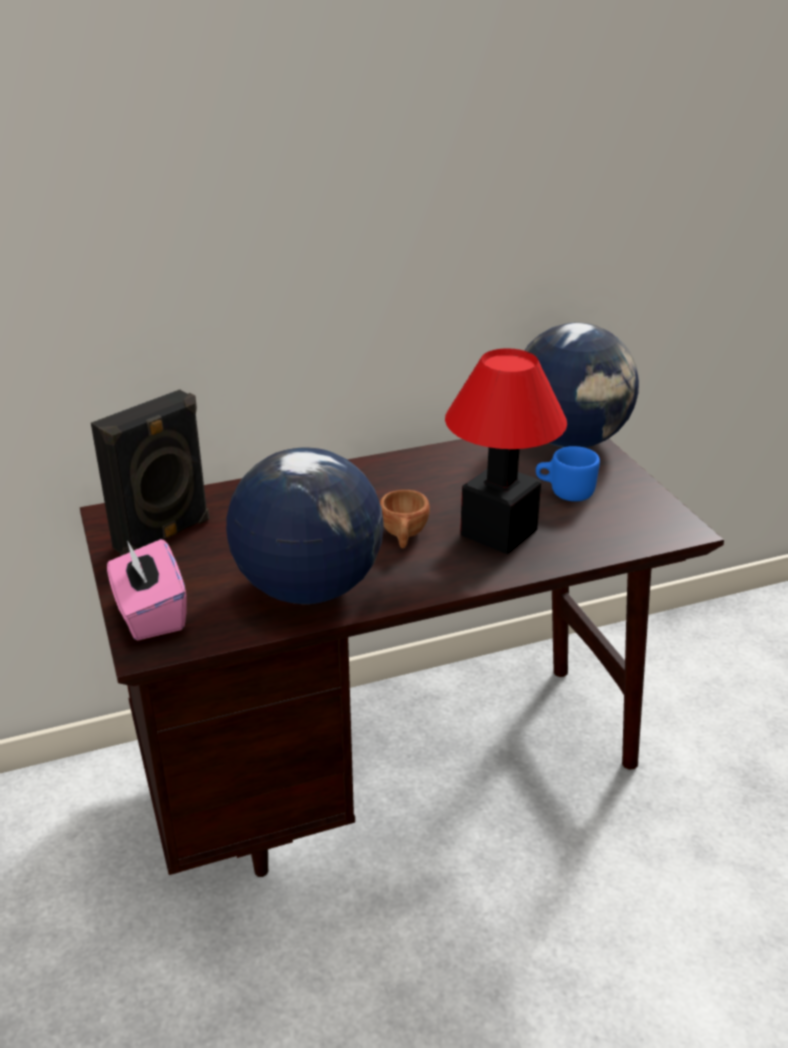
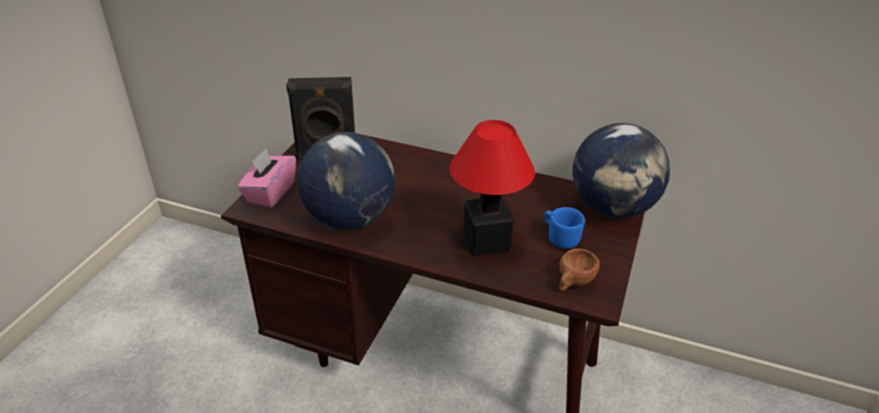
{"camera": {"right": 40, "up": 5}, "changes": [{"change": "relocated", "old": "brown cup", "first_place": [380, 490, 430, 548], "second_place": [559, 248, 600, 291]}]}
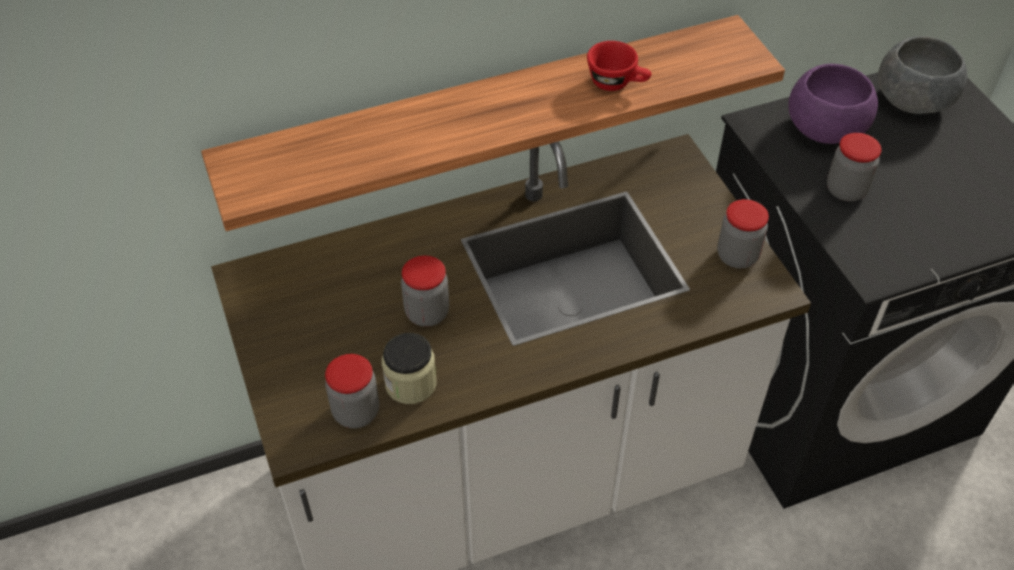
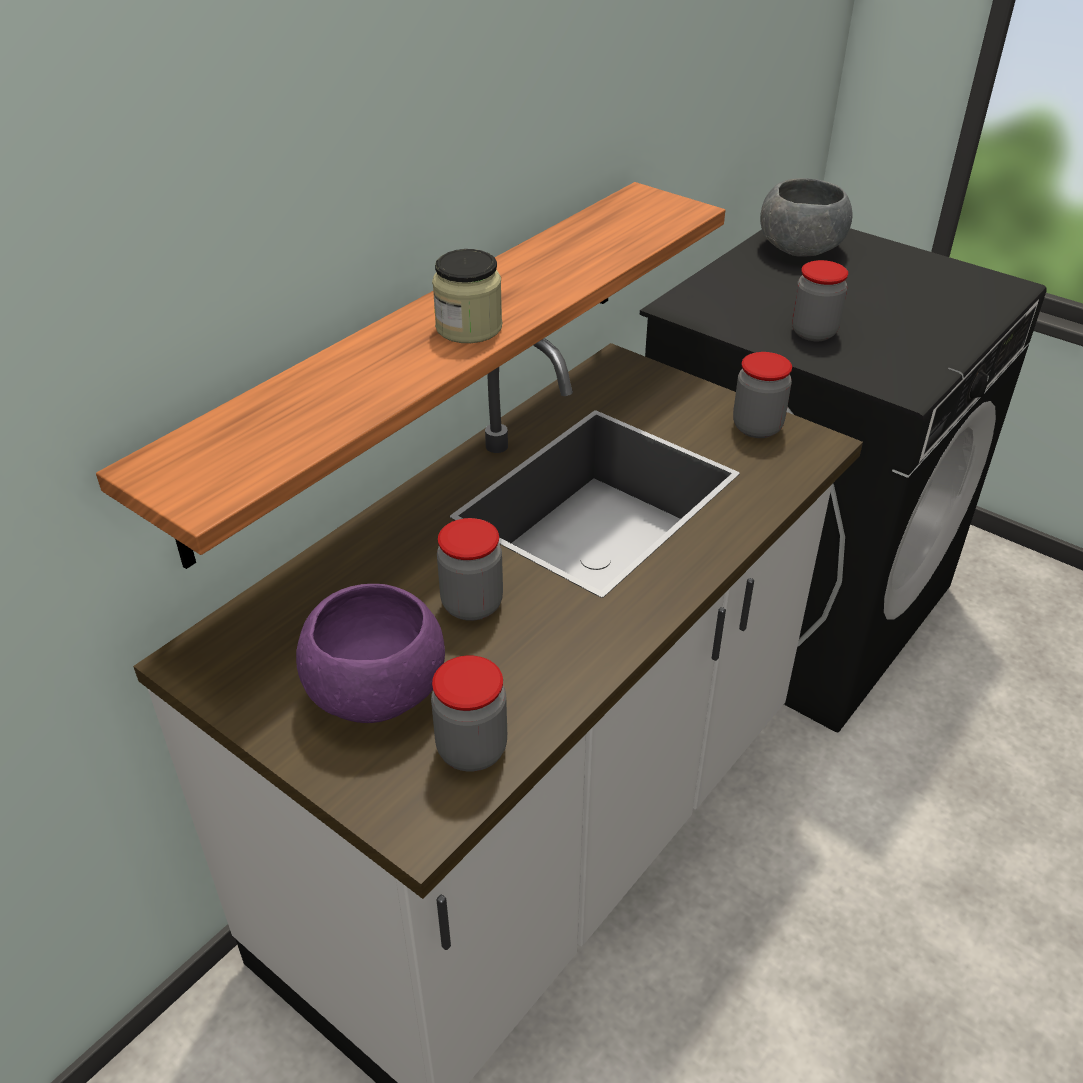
{"camera": {"right": -30, "up": -10}, "changes": [{"change": "missing", "old": "red cup", "first_place": [587, 41, 652, 91]}, {"change": "relocated", "old": "purple bowl", "first_place": [788, 64, 878, 144], "second_place": [296, 584, 445, 723]}, {"change": "relocated", "old": "jar", "first_place": [382, 333, 437, 404], "second_place": [432, 249, 502, 343]}]}
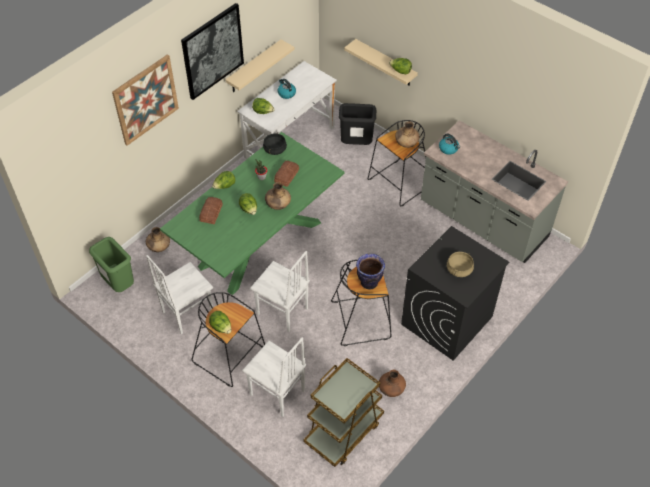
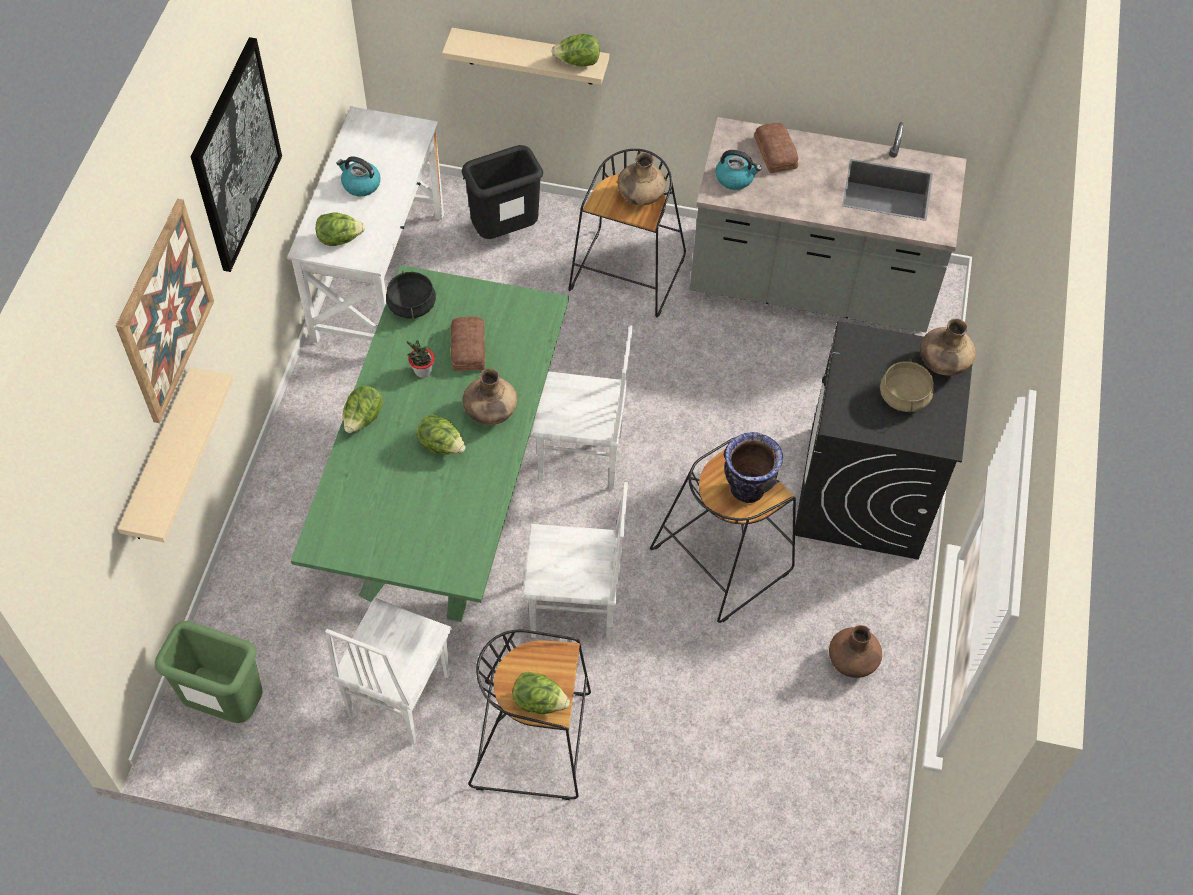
{"camera": {"right": -30, "up": 5}, "changes": [{"change": "relocated", "old": "beige shelf", "first_place": [225, 40, 294, 92], "second_place": [118, 367, 233, 542]}, {"change": "relocated", "old": "bread", "first_place": [199, 197, 223, 224], "second_place": [754, 123, 799, 173]}, {"change": "relocated", "old": "brown vase", "first_place": [146, 227, 170, 252], "second_place": [920, 319, 976, 376]}, {"change": "relocated", "old": "white chair", "first_place": [242, 338, 307, 417], "second_place": [531, 325, 633, 490]}, {"change": "missing", "old": "brown cart", "first_place": [303, 358, 384, 467]}]}
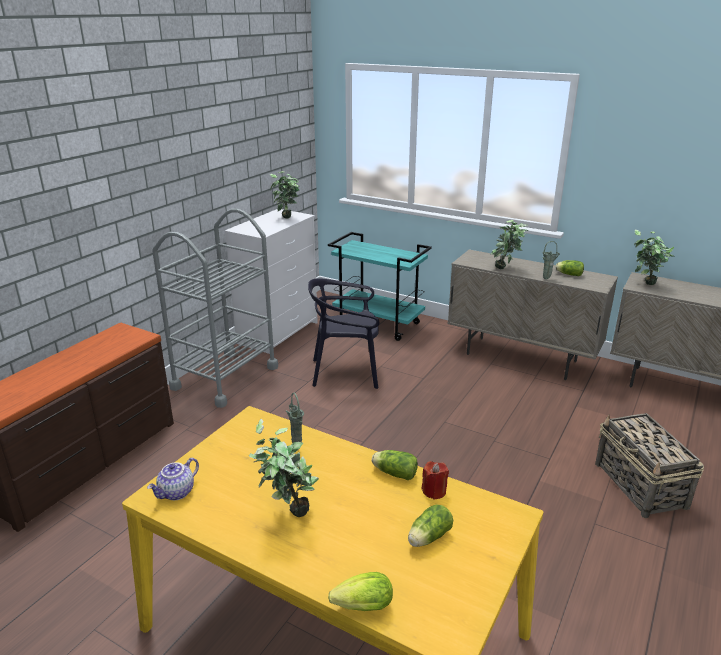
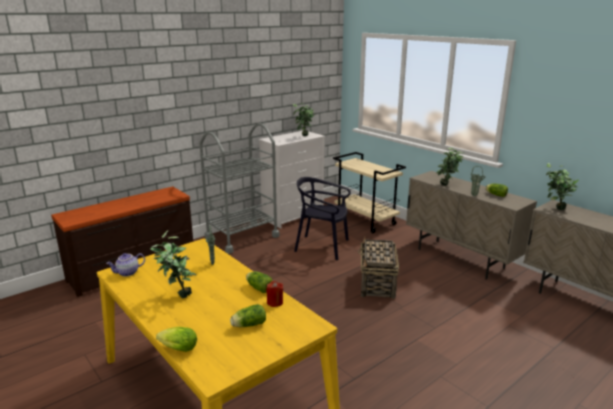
{"camera": {"right": 20, "up": -5}, "changes": [{"change": "colour", "old": "turquoise cart", "new": "beige cart", "first_place": [328, 232, 432, 341], "second_place": [333, 152, 406, 233]}, {"change": "relocated", "old": "basket", "first_place": [595, 413, 704, 518], "second_place": [358, 237, 399, 299]}]}
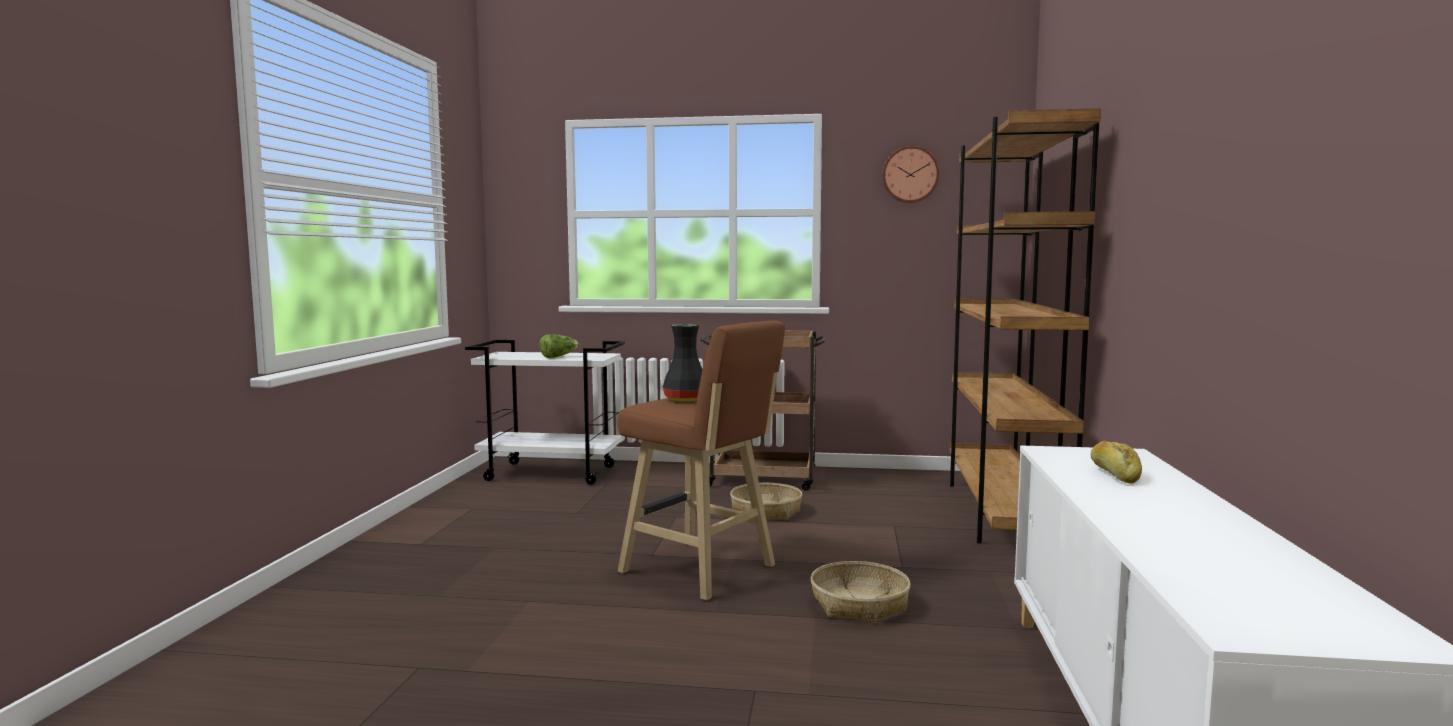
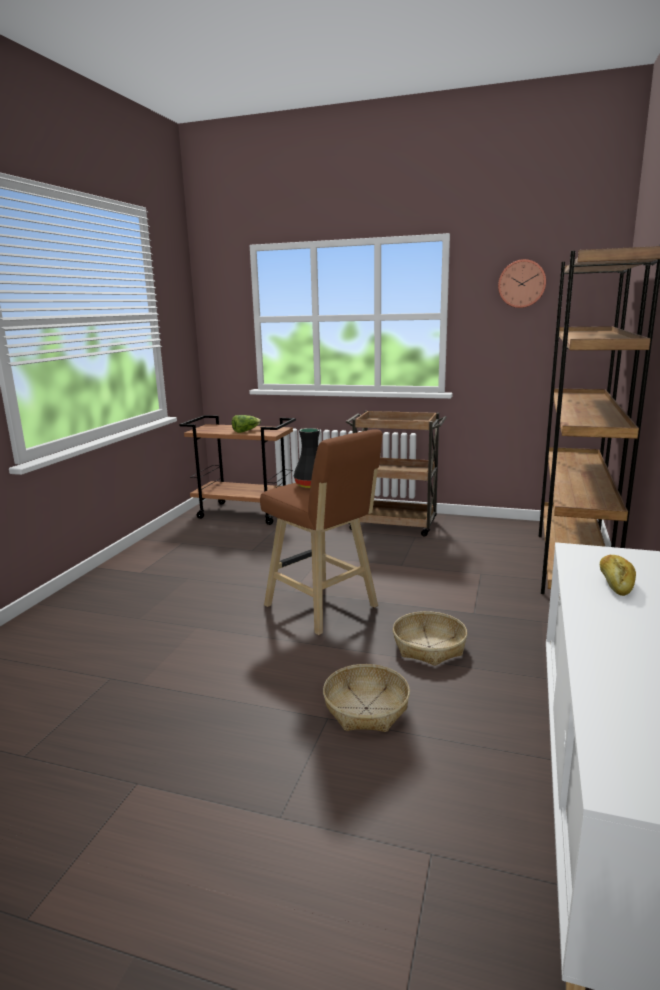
{"camera": {"right": 10, "up": 10}, "changes": [{"change": "colour", "old": "white cart", "new": "brown cart", "first_place": [465, 340, 625, 485], "second_place": [179, 415, 296, 525]}, {"change": "relocated", "old": "basket", "first_place": [730, 483, 803, 520], "second_place": [323, 664, 410, 732]}]}
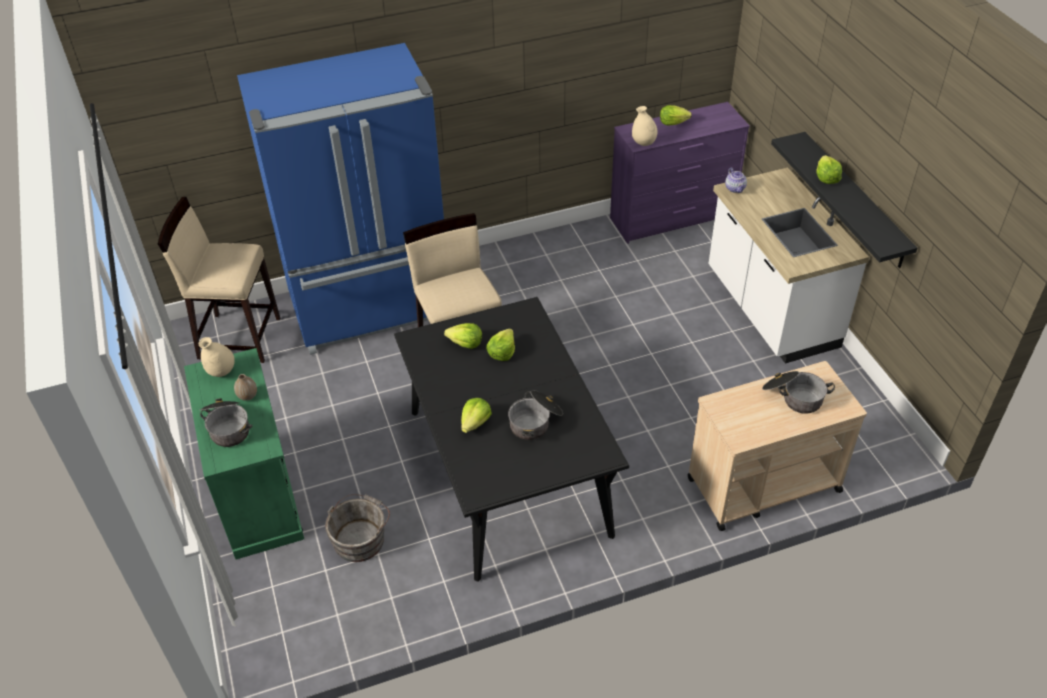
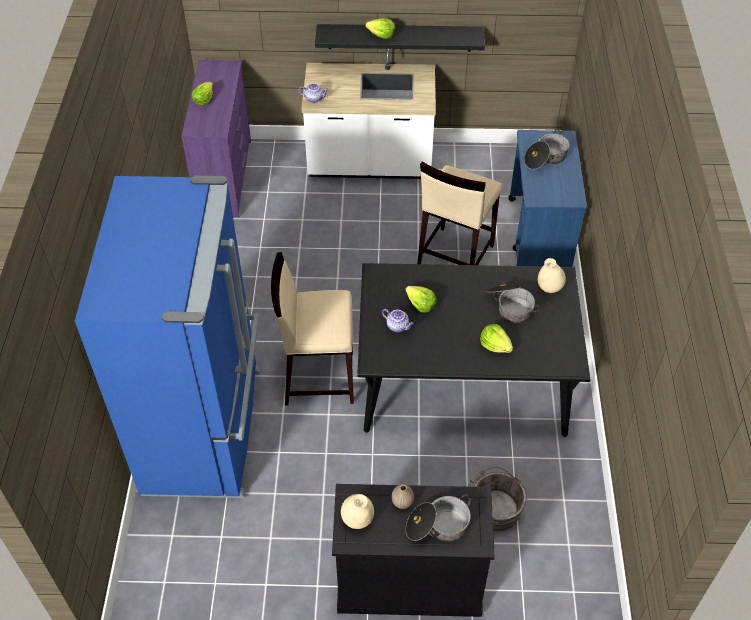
{"camera": {"right": -70, "up": 5}, "changes": [{"change": "relocated", "old": "beige vase", "first_place": [632, 106, 658, 146], "second_place": [538, 258, 566, 293]}, {"change": "relocated", "old": "beige stool", "first_place": [158, 197, 280, 363], "second_place": [417, 162, 502, 265]}, {"change": "exchanged", "old": "lettuce", "new": "teapot", "first_place": [444, 323, 482, 349], "second_place": [382, 309, 414, 332]}, {"change": "colour", "old": "green cabinet", "new": "black cabinet", "first_place": [184, 348, 304, 560], "second_place": [332, 484, 495, 617]}, {"change": "colour", "old": "beige cart", "new": "blue cart", "first_place": [688, 361, 867, 531], "second_place": [508, 130, 587, 267]}]}
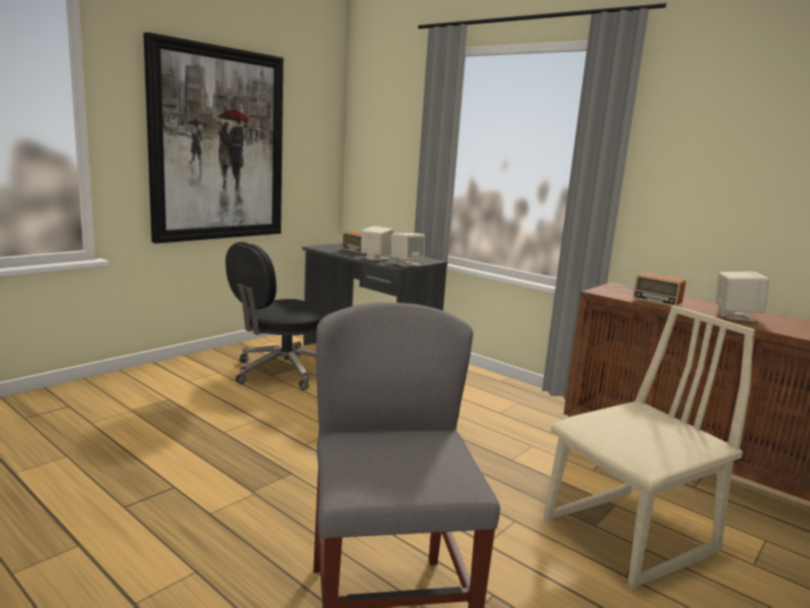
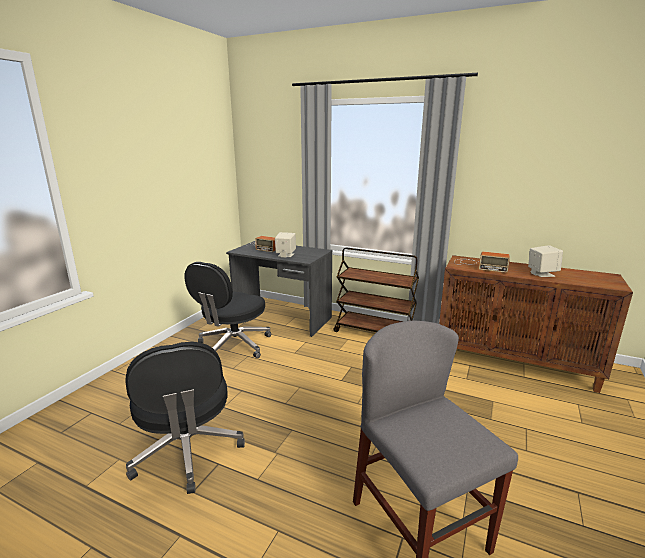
{"camera": {"right": -15, "up": 5}, "changes": [{"change": "missing", "old": "picture", "first_place": [143, 32, 284, 244]}, {"change": "missing", "old": "beige speaker", "first_place": [391, 233, 425, 266]}, {"change": "missing", "old": "beige chair", "first_place": [543, 305, 755, 589]}, {"change": "appeared", "new": "brown cart", "second_place": [333, 248, 419, 332]}, {"change": "appeared", "new": "black office chair", "second_place": [125, 342, 245, 494]}]}
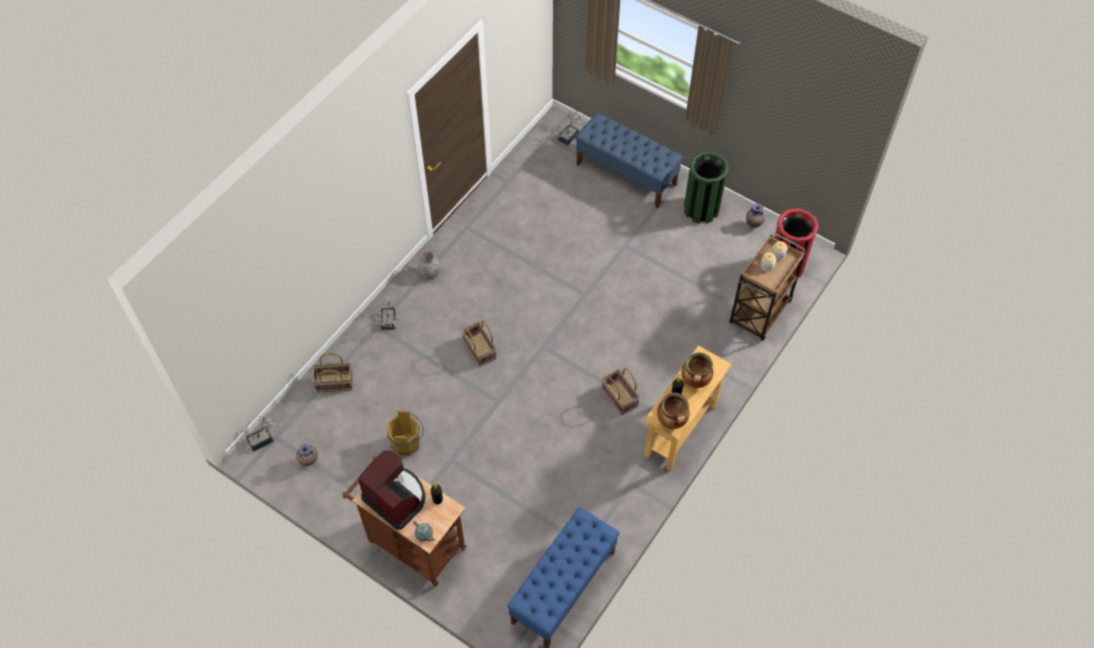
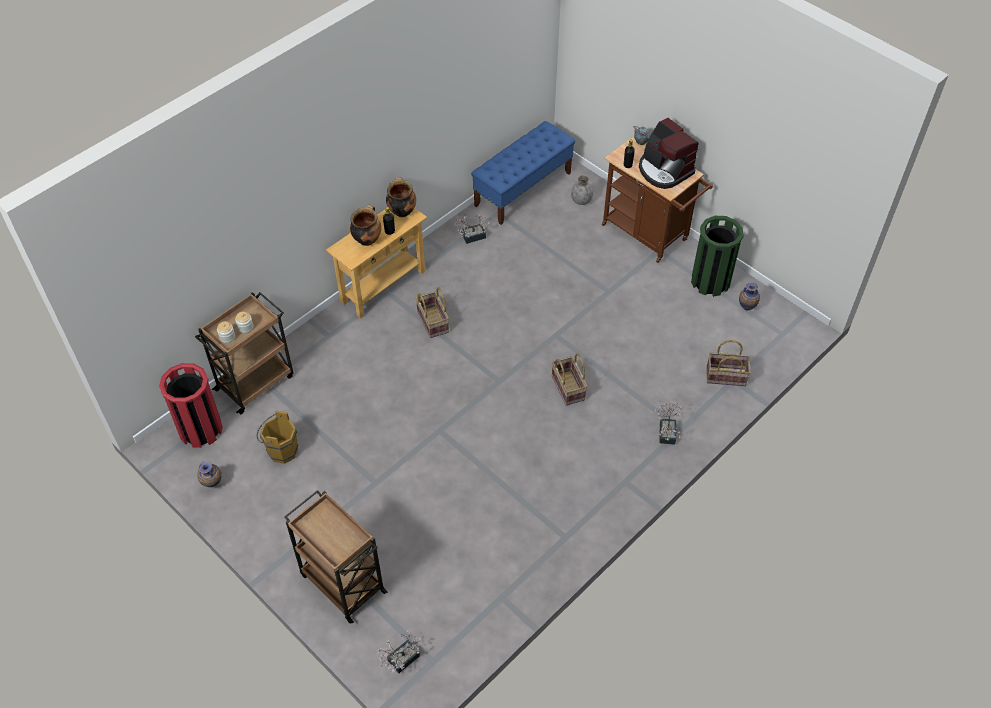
{"camera": {"right": -170, "up": -5}, "changes": [{"change": "exchanged", "old": "blue bench", "new": "brown cart", "first_place": [575, 113, 683, 208], "second_place": [284, 490, 388, 624]}, {"change": "relocated", "old": "green trash can", "first_place": [684, 151, 729, 224], "second_place": [691, 216, 744, 297]}, {"change": "relocated", "old": "grey vase", "first_place": [418, 252, 440, 279], "second_place": [571, 175, 593, 205]}, {"change": "relocated", "old": "brown bucket", "first_place": [387, 410, 424, 456], "second_place": [257, 411, 298, 464]}, {"change": "relocated", "old": "potted plant", "first_place": [240, 412, 278, 452], "second_place": [454, 213, 490, 244]}]}
